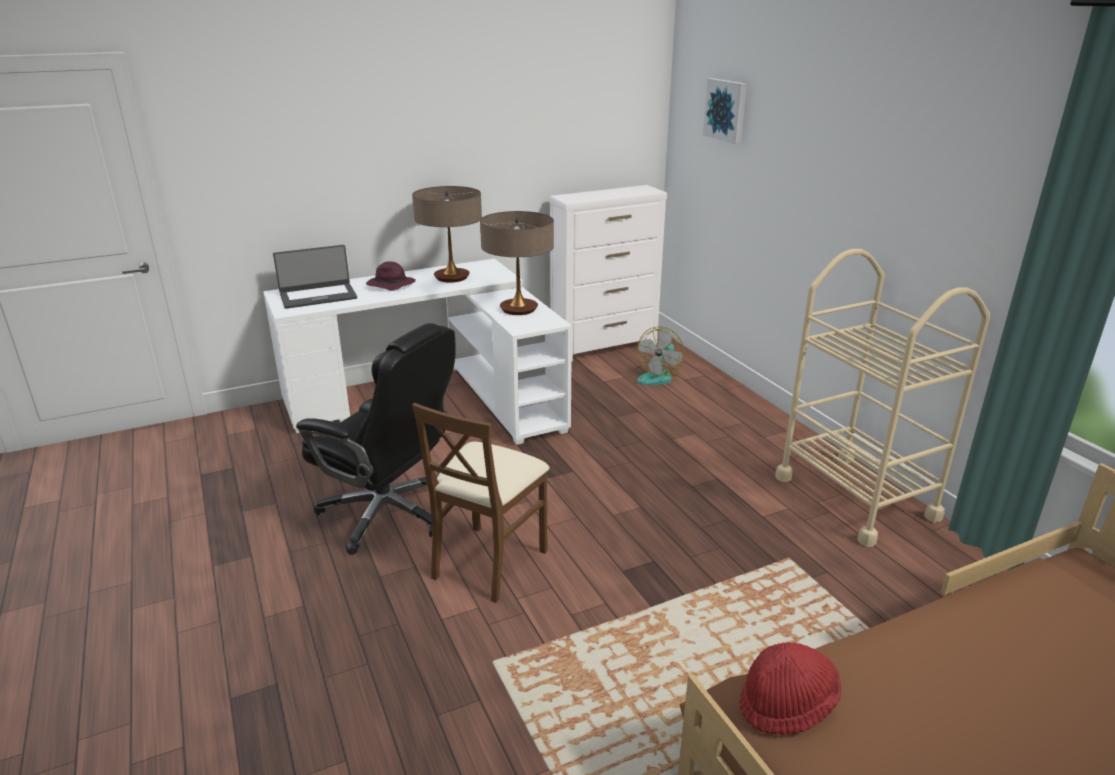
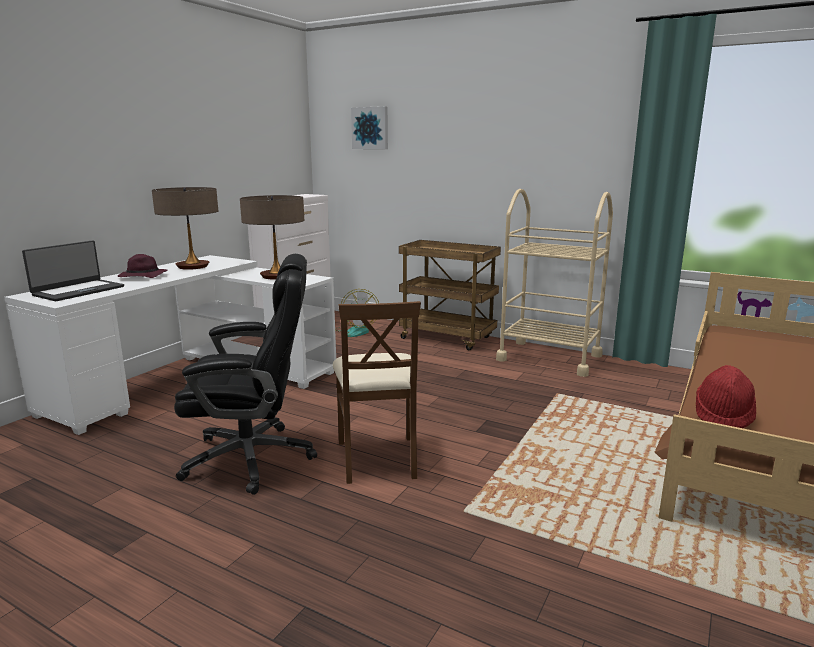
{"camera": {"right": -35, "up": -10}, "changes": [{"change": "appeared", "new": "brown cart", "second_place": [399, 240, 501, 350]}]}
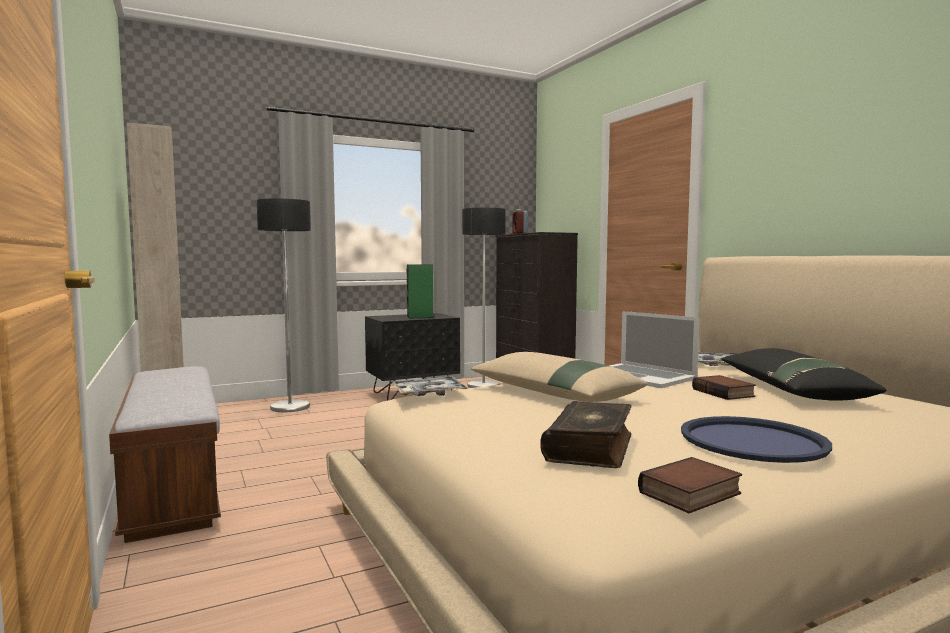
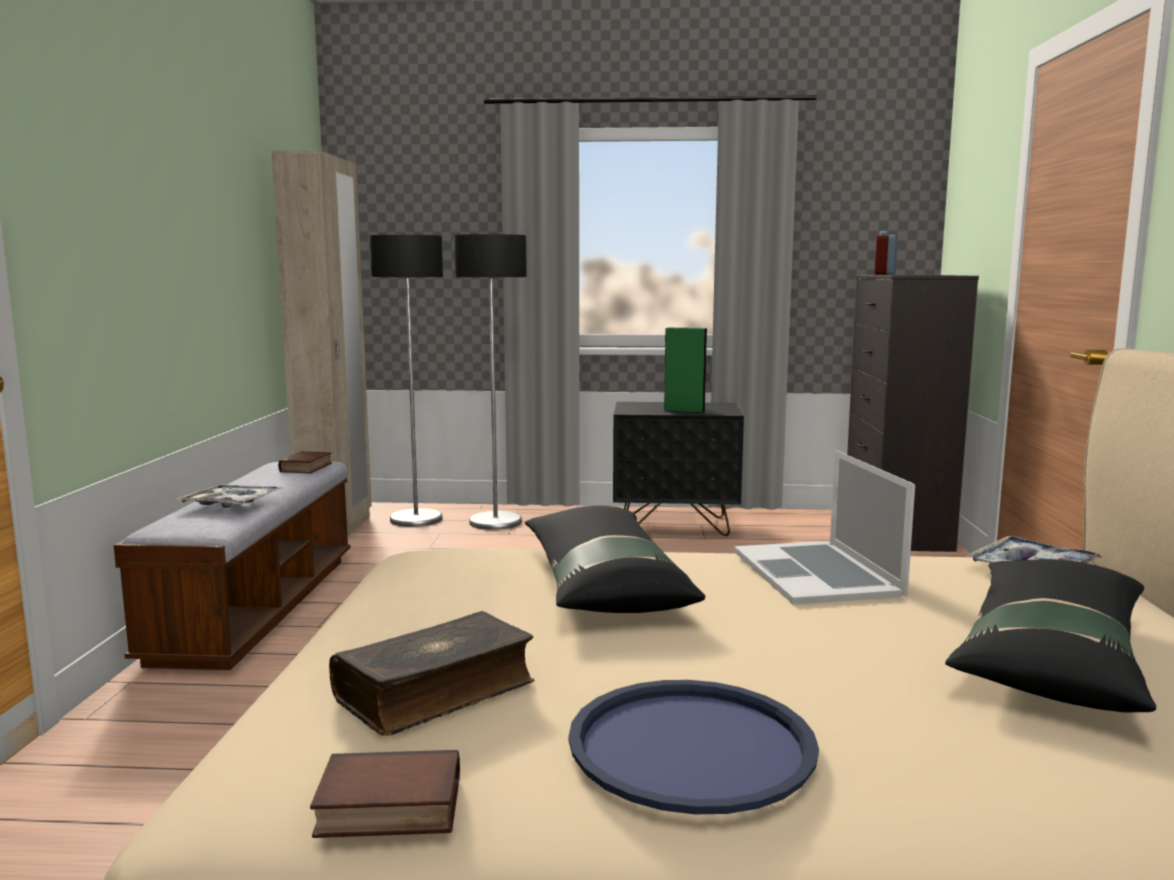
{"camera": {"right": 30, "up": 5}, "changes": [{"change": "relocated", "old": "floor lamp", "first_place": [462, 208, 506, 388], "second_place": [370, 235, 443, 527]}, {"change": "colour", "old": "beige pillow", "new": "black pillow", "first_place": [471, 352, 648, 402], "second_place": [525, 506, 705, 613]}, {"change": "relocated", "old": "book", "first_place": [692, 375, 756, 400], "second_place": [278, 451, 332, 474]}, {"change": "relocated", "old": "tray", "first_place": [393, 377, 468, 396], "second_place": [177, 484, 282, 508]}]}
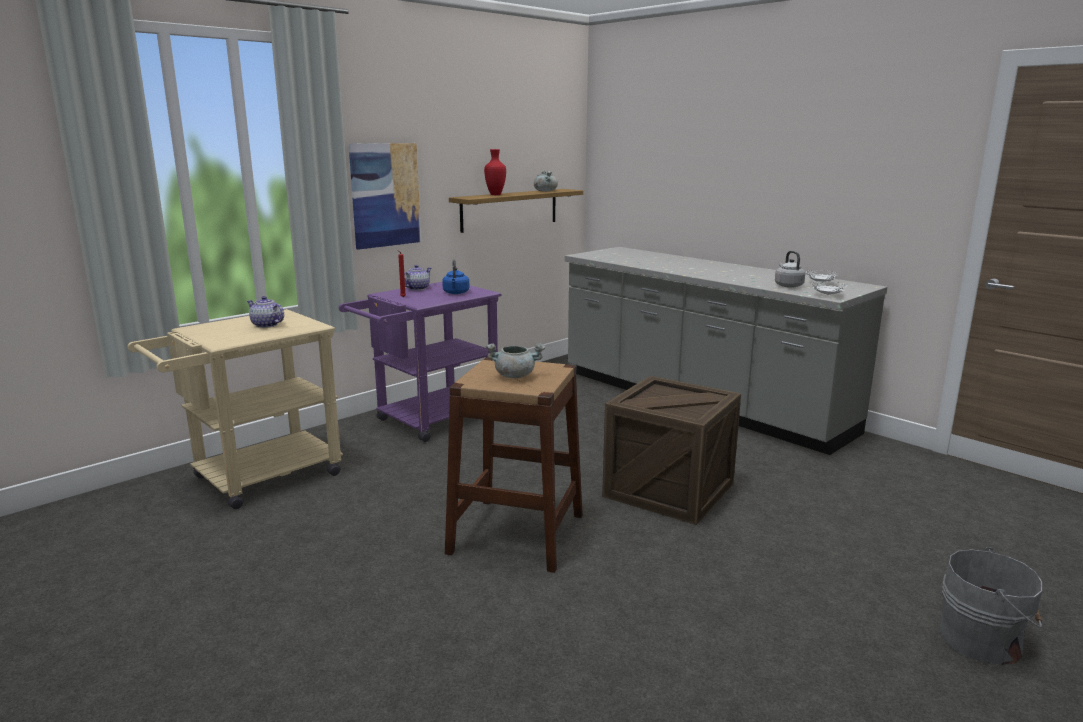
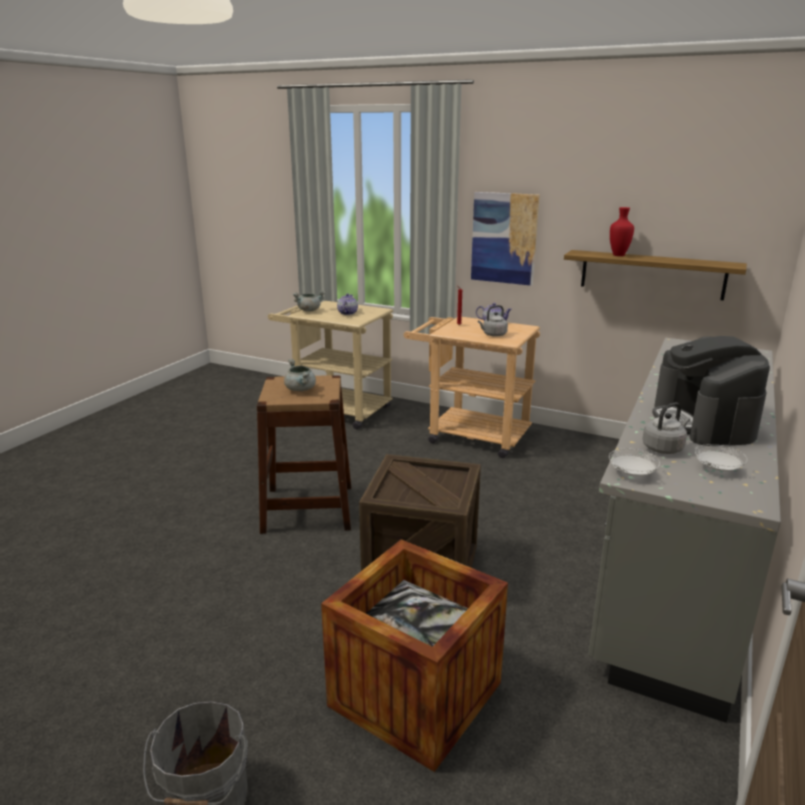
{"camera": {"right": 70, "up": 5}, "changes": [{"change": "relocated", "old": "grey cooking pot", "first_place": [534, 170, 558, 192], "second_place": [293, 291, 325, 312]}, {"change": "colour", "old": "blue kettle", "new": "grey kettle", "first_place": [442, 259, 470, 294], "second_place": [478, 305, 508, 337]}, {"change": "colour", "old": "purple cart", "new": "beige cart", "first_place": [339, 282, 501, 442], "second_place": [404, 317, 540, 458]}, {"change": "appeared", "new": "coffee machine", "second_place": [652, 336, 770, 446]}, {"change": "appeared", "new": "crate", "second_place": [321, 539, 508, 772]}]}
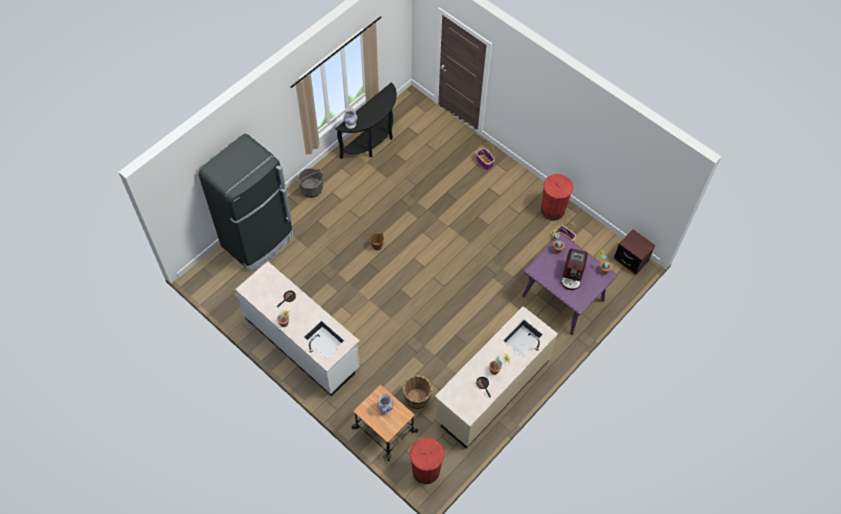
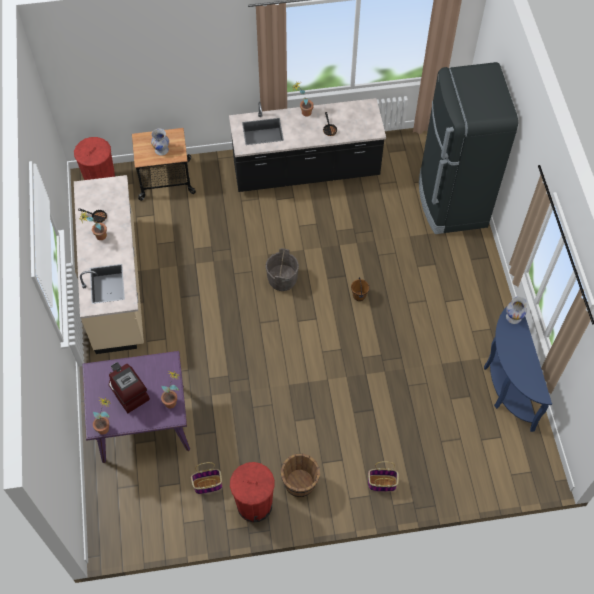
{"camera": {"right": 130, "up": 0}, "changes": [{"change": "colour", "old": "black console table", "new": "blue console table", "first_place": [335, 82, 397, 159], "second_place": [484, 307, 552, 432]}, {"change": "relocated", "old": "grey bucket", "first_place": [297, 168, 323, 198], "second_place": [266, 248, 299, 291]}, {"change": "missing", "old": "brown nightstand", "first_place": [614, 229, 655, 275]}, {"change": "colour", "old": "white counter", "new": "black counter", "first_place": [235, 261, 360, 396], "second_place": [229, 98, 386, 192]}, {"change": "relocated", "old": "brown bucket", "first_place": [403, 375, 432, 409], "second_place": [281, 454, 320, 498]}]}
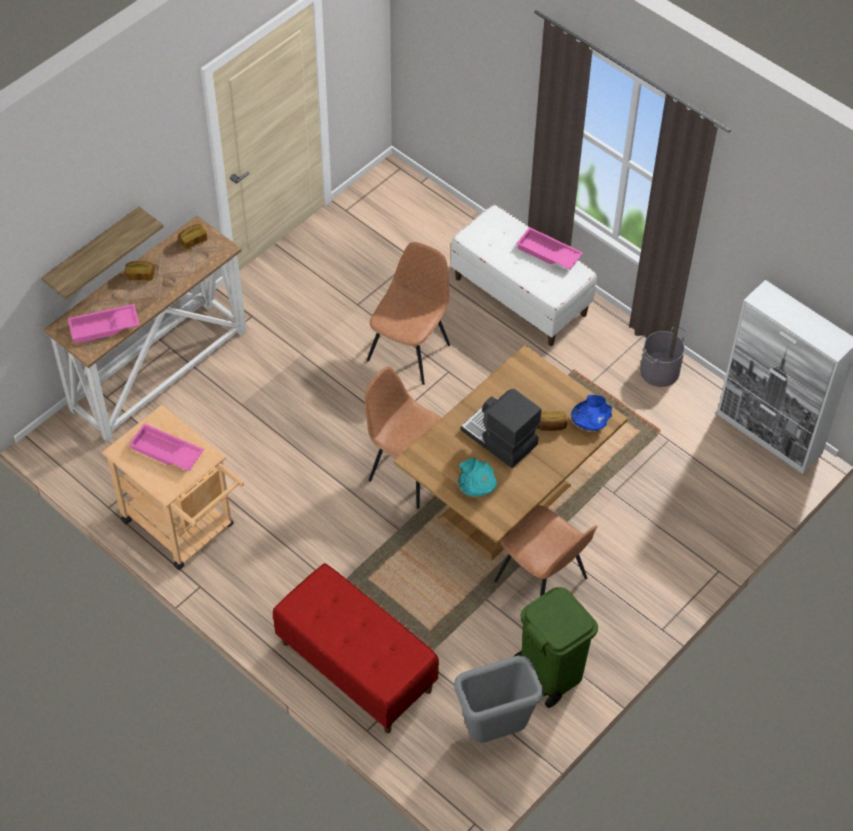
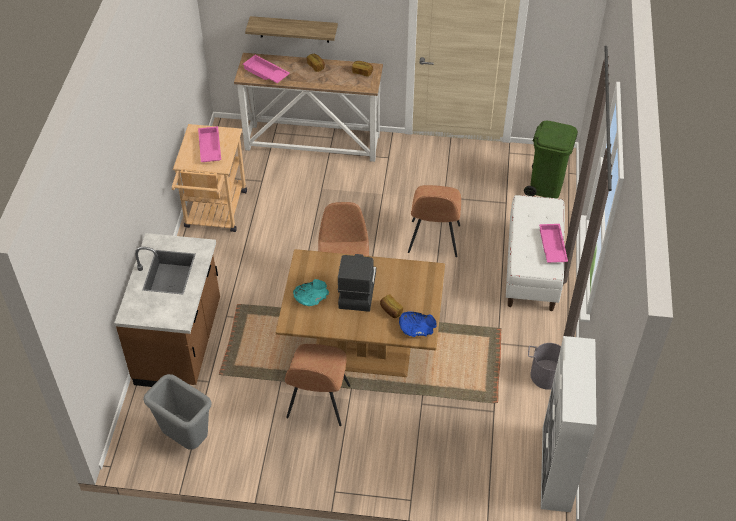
{"camera": {"right": 55, "up": -5}, "changes": [{"change": "spun", "old": "brown chair", "first_place": [367, 242, 450, 385], "second_place": [408, 185, 461, 257], "degrees": 105}, {"change": "exchanged", "old": "red bench", "new": "brown counter", "first_place": [273, 563, 439, 733], "second_place": [114, 233, 220, 387]}, {"change": "relocated", "old": "green trash can", "first_place": [513, 587, 598, 708], "second_place": [524, 121, 578, 199]}]}
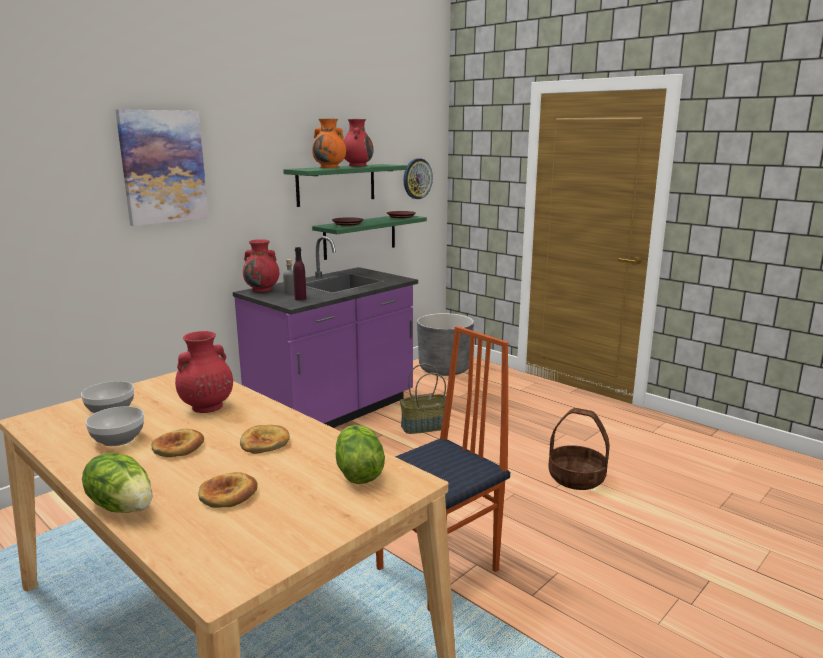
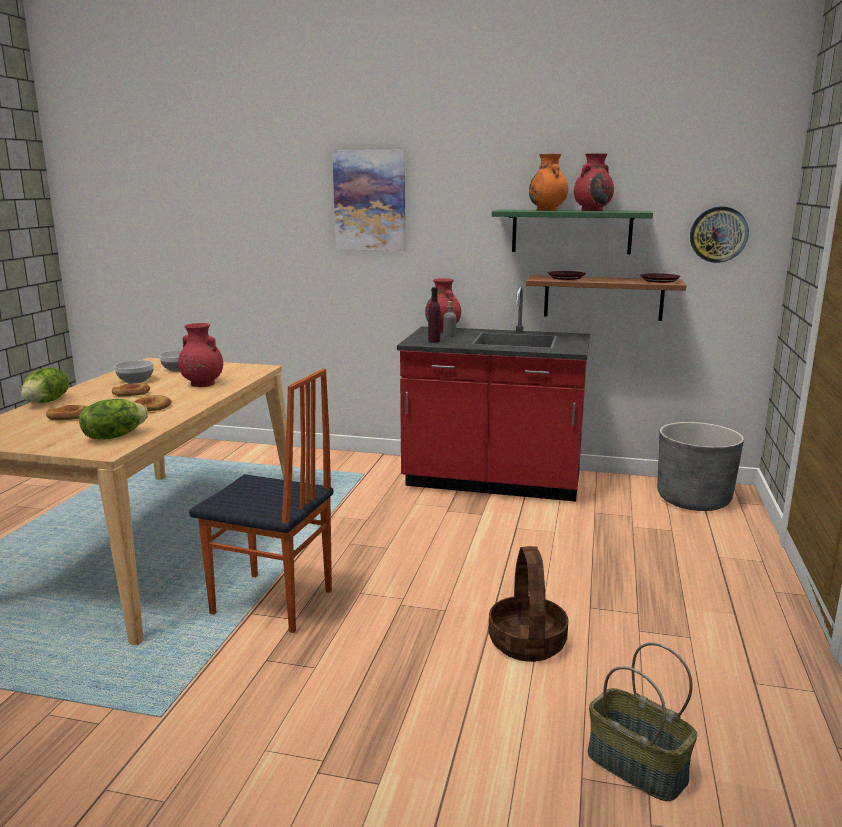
{"camera": {"right": 60, "up": 0}, "changes": [{"change": "colour", "old": "green shelf", "new": "brown shelf", "first_place": [312, 216, 427, 260], "second_place": [526, 275, 686, 321]}, {"change": "colour", "old": "purple counter", "new": "red counter", "first_place": [233, 236, 418, 428], "second_place": [397, 286, 590, 502]}, {"change": "relocated", "old": "basket", "first_place": [400, 364, 446, 434], "second_place": [588, 642, 697, 801]}]}
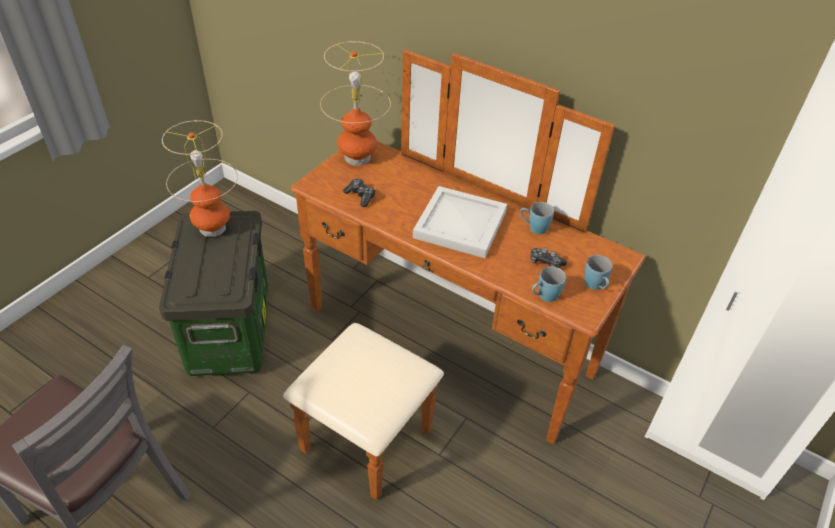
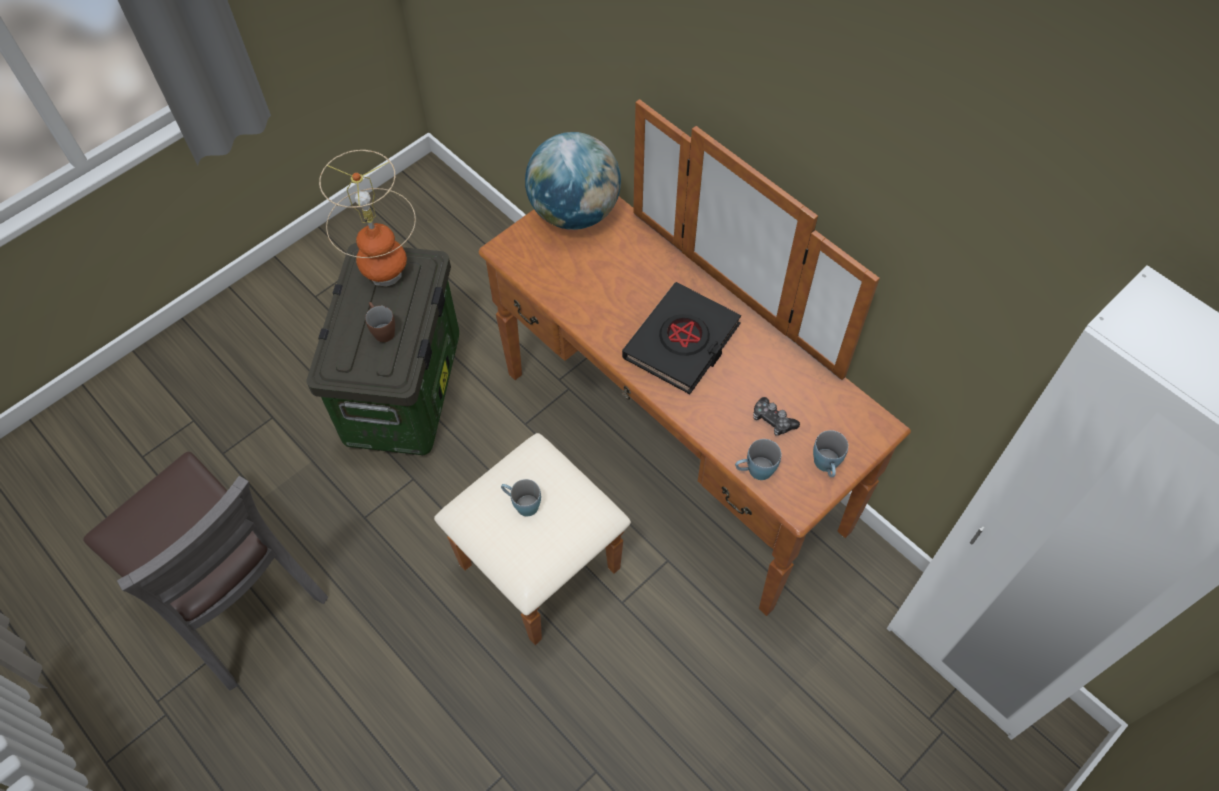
{"camera": {"right": 15, "up": 15}, "changes": [{"change": "exchanged", "old": "table lamp", "new": "globe", "first_place": [320, 41, 391, 166], "second_place": [525, 132, 621, 230]}, {"change": "missing", "old": "game controller", "first_place": [343, 179, 376, 207]}, {"change": "exchanged", "old": "white tray", "new": "black book", "first_place": [413, 186, 507, 258], "second_place": [622, 282, 741, 394]}, {"change": "relocated", "old": "blue mug", "first_place": [520, 202, 554, 234], "second_place": [501, 479, 541, 516]}, {"change": "appeared", "new": "brown mug", "second_place": [365, 302, 395, 342]}]}
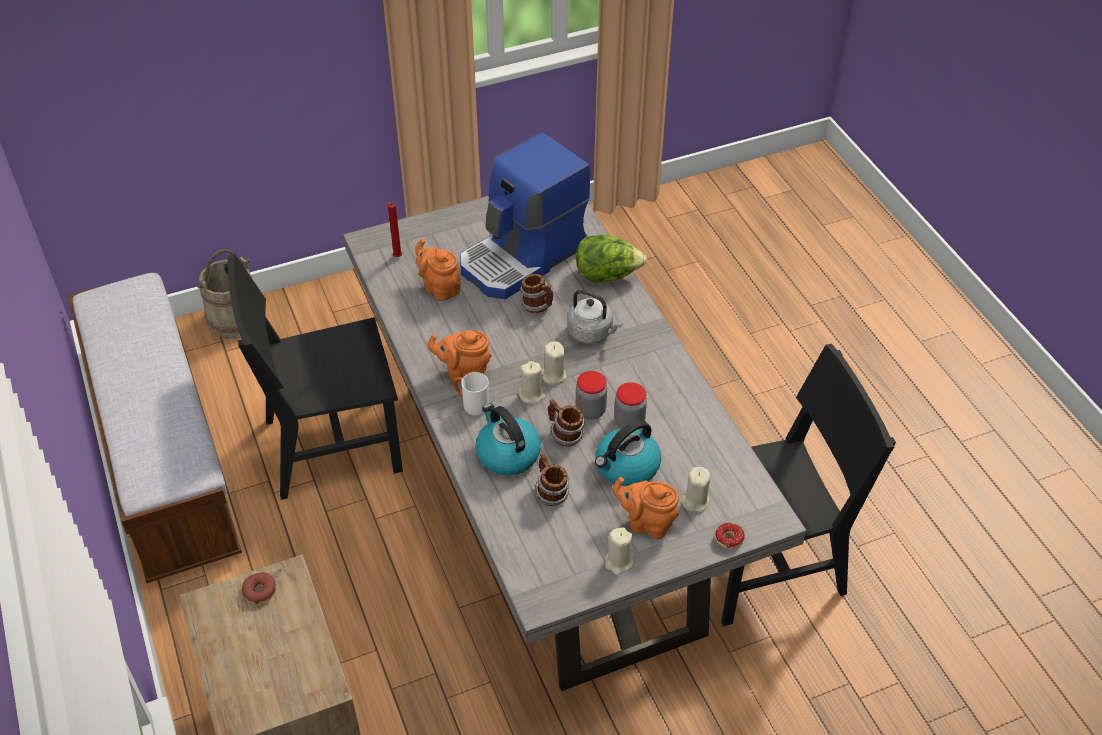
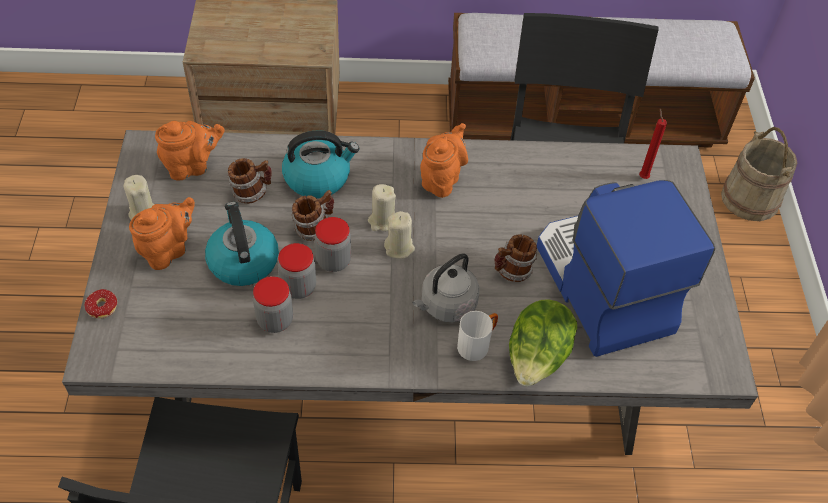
{"camera": {"right": 110, "up": 5}, "changes": [{"change": "relocated", "old": "orange teapot", "first_place": [415, 238, 461, 301], "second_place": [155, 121, 224, 180]}, {"change": "relocated", "old": "white mug", "first_place": [454, 372, 489, 415], "second_place": [457, 311, 498, 361]}, {"change": "missing", "old": "beige candle", "first_place": [682, 467, 710, 512]}, {"change": "missing", "old": "donut", "first_place": [242, 572, 276, 604]}, {"change": "appeared", "new": "jar", "second_place": [253, 276, 293, 333]}]}
